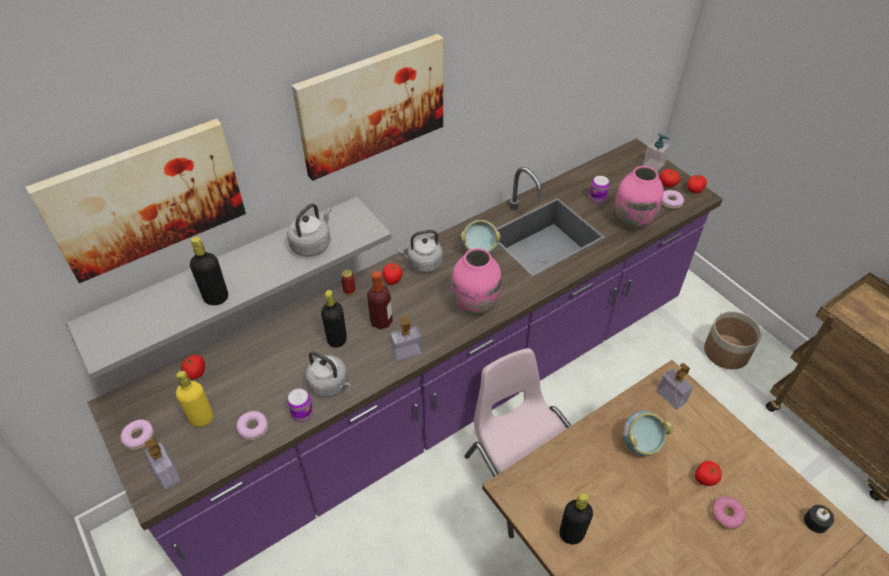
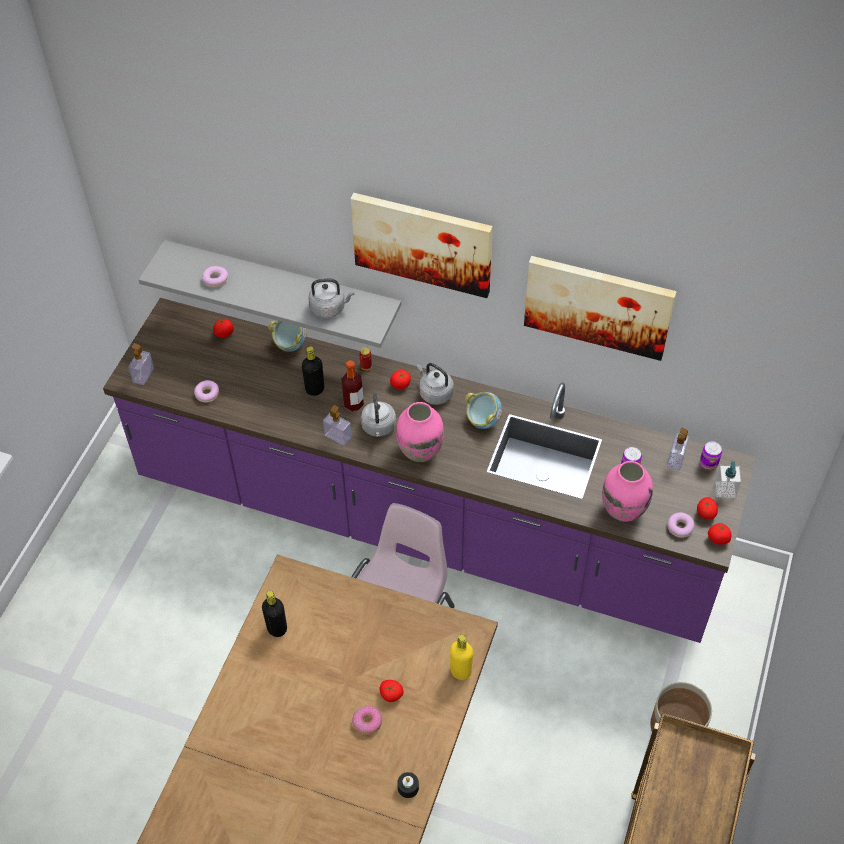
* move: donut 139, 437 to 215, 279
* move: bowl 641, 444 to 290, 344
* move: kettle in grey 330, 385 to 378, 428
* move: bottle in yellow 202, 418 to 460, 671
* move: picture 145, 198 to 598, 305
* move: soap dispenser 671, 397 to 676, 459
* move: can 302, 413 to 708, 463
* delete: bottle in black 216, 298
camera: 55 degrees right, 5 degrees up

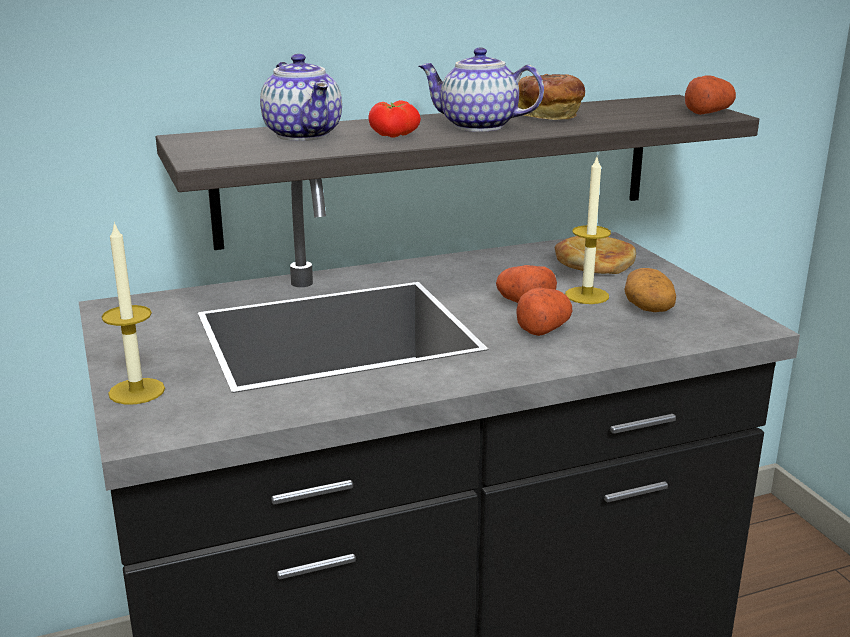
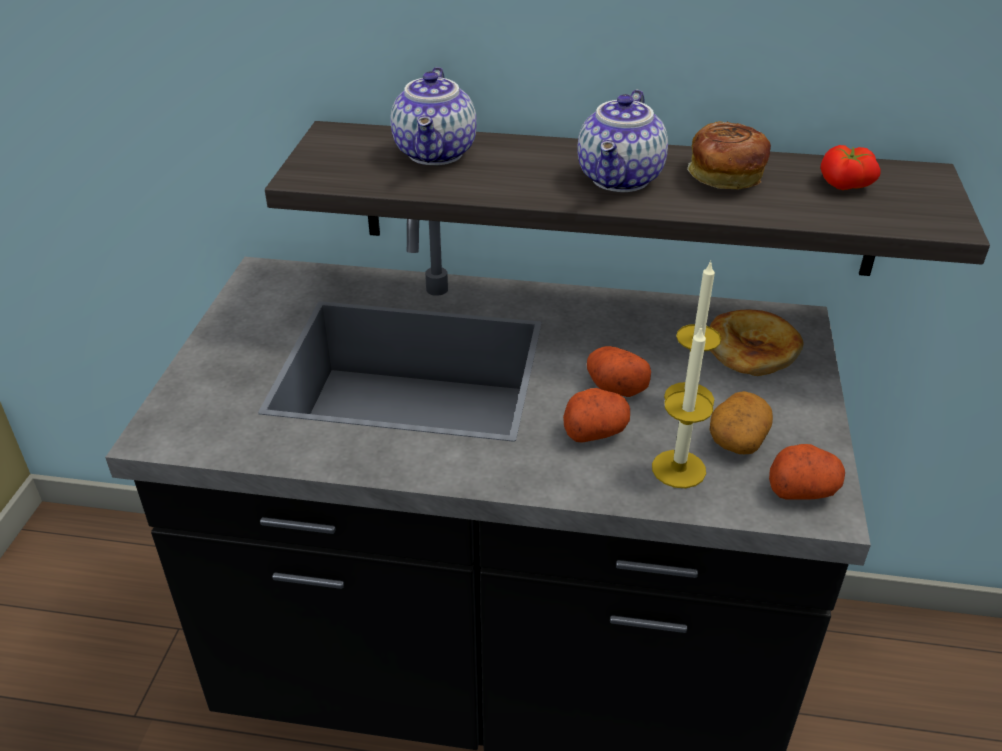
* rotate: teapot 477, 126 = 621, 180 120 degrees counterclockwise
* move: candle 136, 391 to 678, 469
* move: potato 707, 112 to 802, 489
* move: tomato 393, 136 to 844, 185
camera: 30 degrees right, 15 degrees up

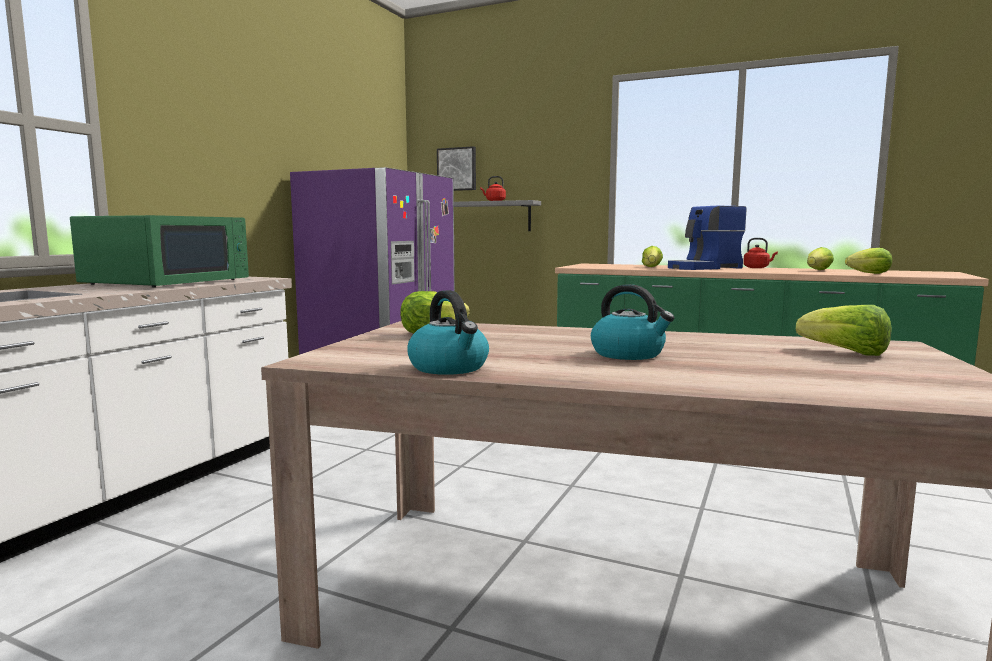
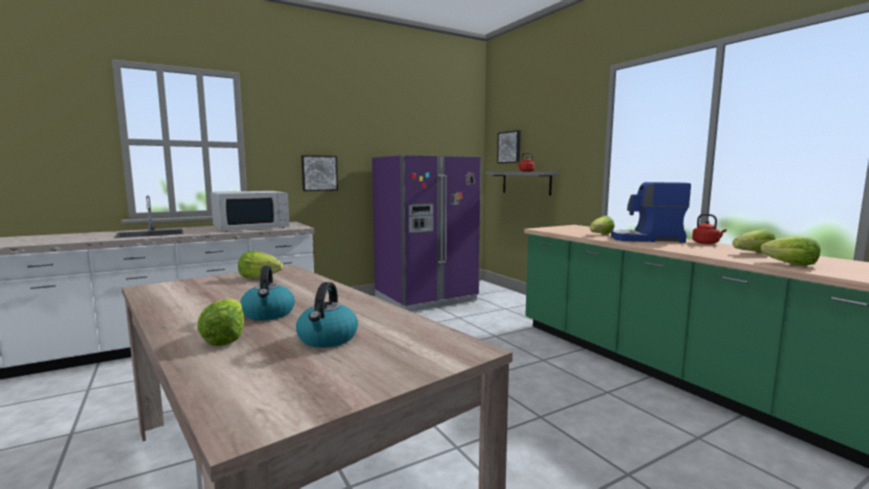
* move: lettuce 845, 353 to 226, 338
* recolor: microwave in green 169, 282 to microwave in white 251, 227
* move: kettle 449, 368 to 327, 339
* insert: picture 319, 173
camera: 35 degrees right, 0 degrees up

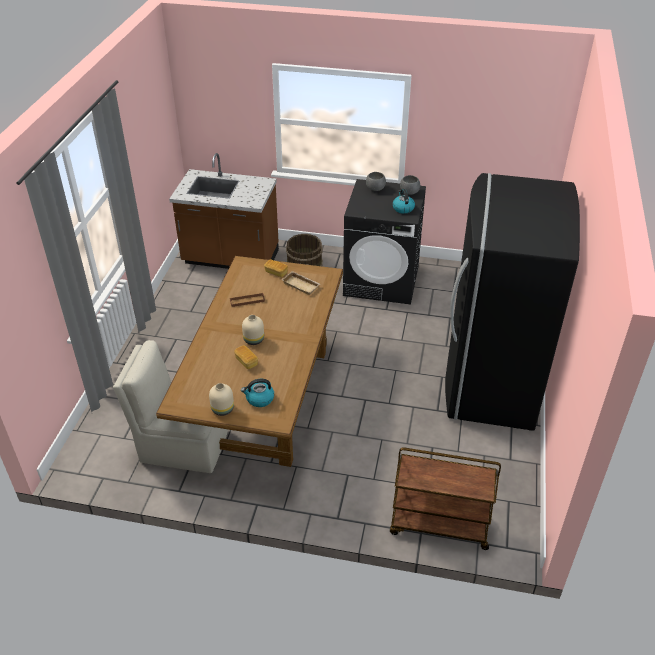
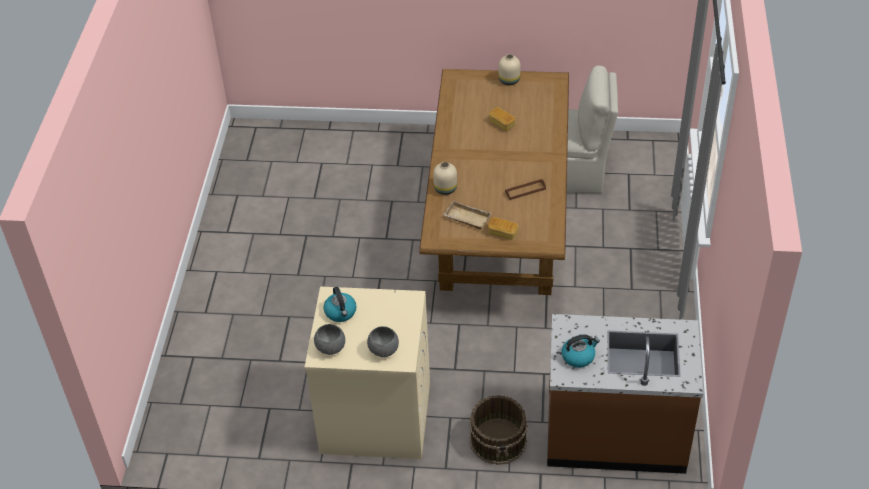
* recolor: washing machine in black 382, 280 to washing machine in beige 375, 417
* move: vase in beige 254, 340 to 445, 189
* move: kettle 259, 399 to 578, 356
* delete: cart in brown 439, 526
* delete: fridge in black 491, 382
camera: 175 degrees right, 5 degrees up

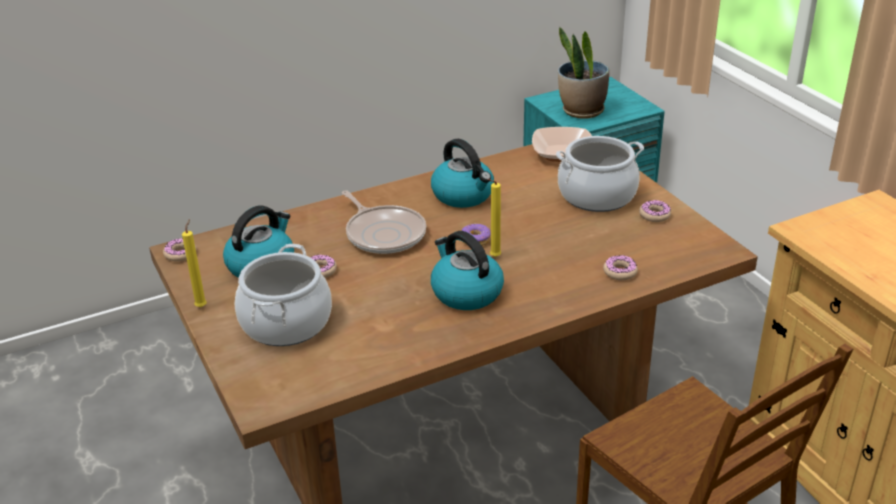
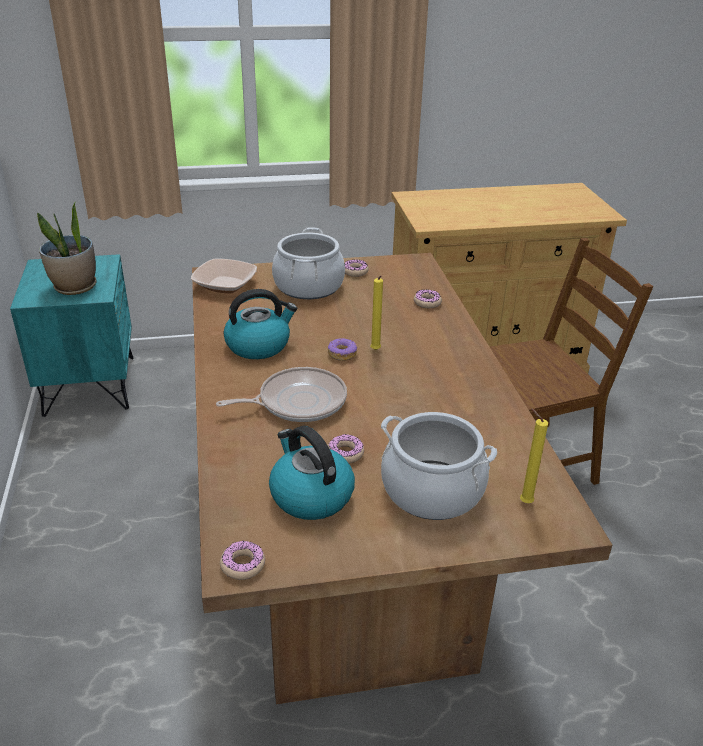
* move: candle in yellow 202, 306 to 524, 502
* delete: kettle 465, 292
camera: 75 degrees left, 0 degrees up

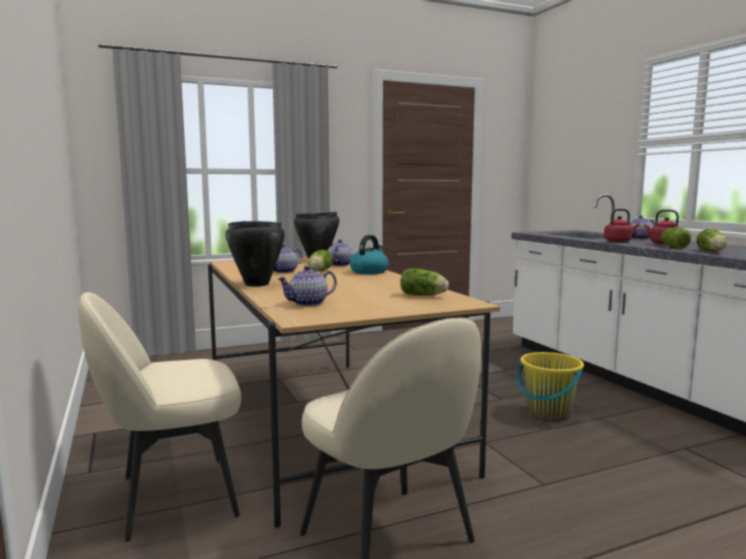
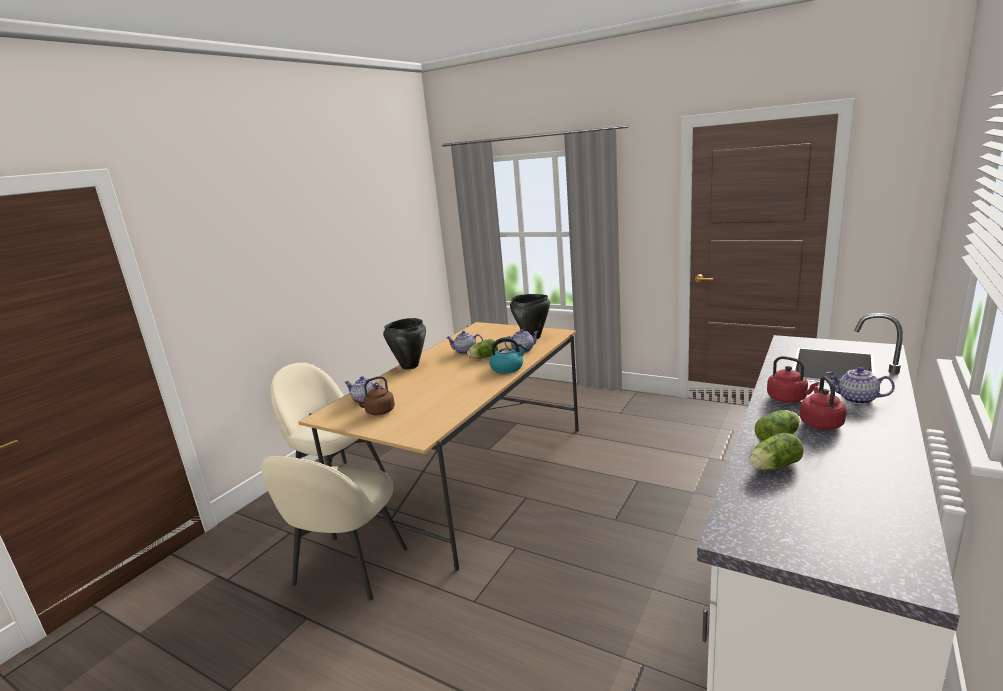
* insert: kettle in brown 378, 412
* delete: lettuce 424, 296
* delete: bucket in yellow 548, 414
camera: 55 degrees right, 10 degrees up

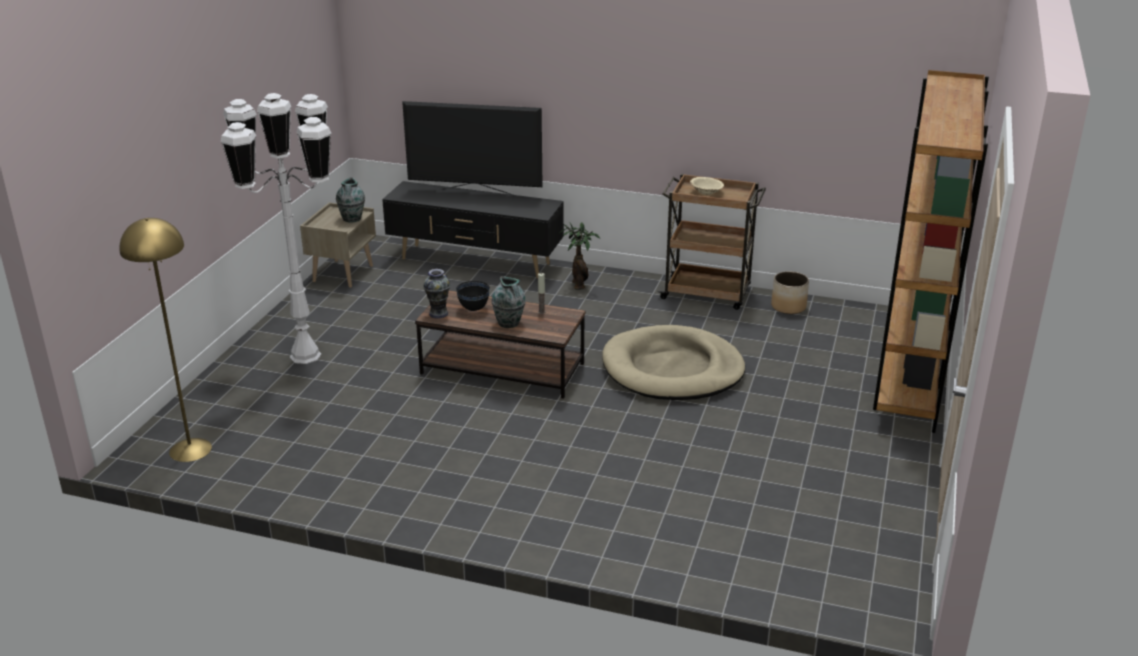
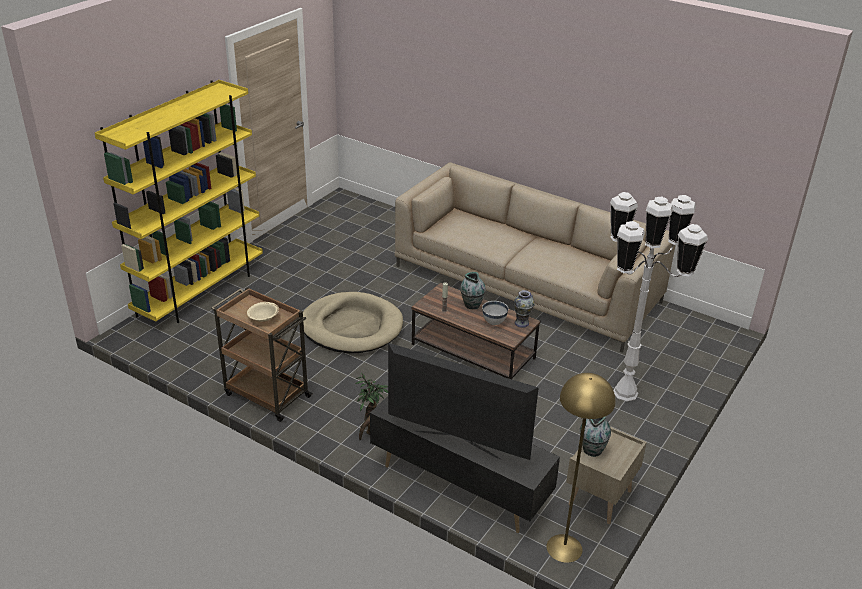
* recolor: bookcase in brown 909, 377 to bookcase in yellow 200, 291
* insert: sofa in beige 526, 284
* recolor: bowl in black 473, 309 to bowl in white 494, 323
* move: floor lamp in yellow 190, 449 to 564, 548
* delete: planter 788, 307
camera: 165 degrees left, 5 degrees up

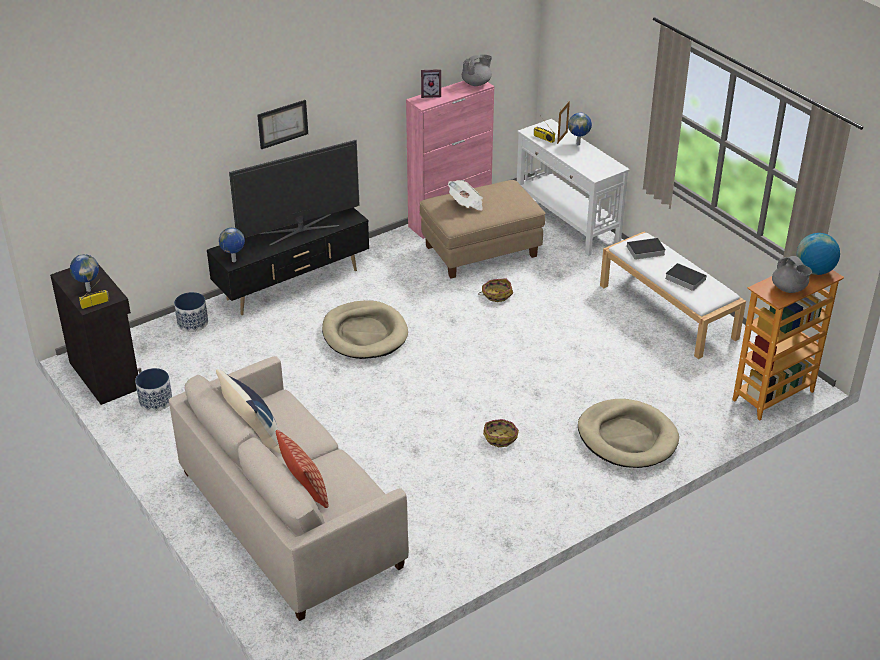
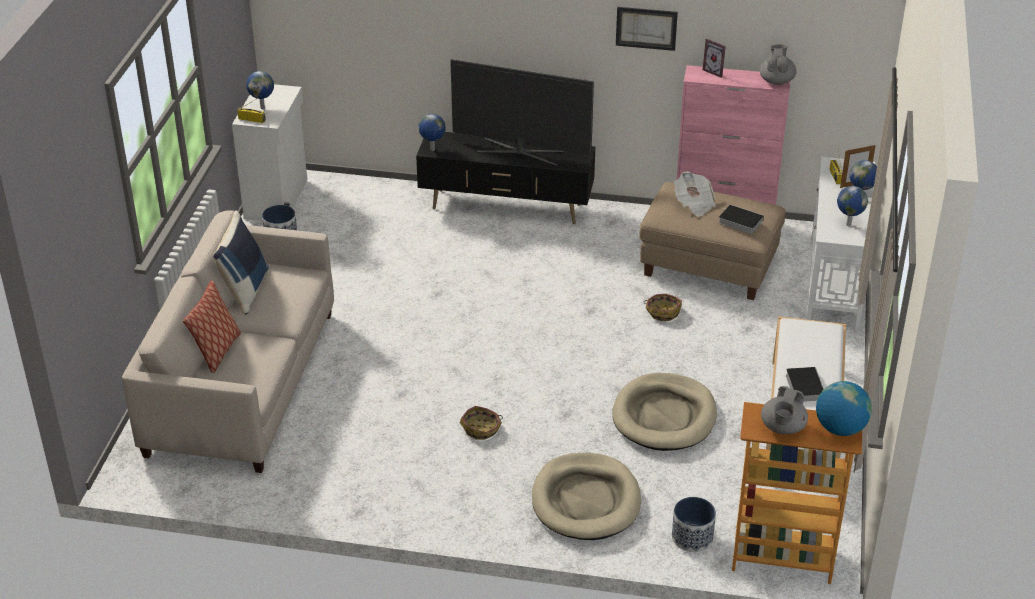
* recolor: cabinet in black 105, 374 to cabinet in white 277, 198
* move: dog bed in beige 364, 333 to 664, 416
* move: picture 282, 124 to 646, 28
* move: planter 193, 323 to 692, 538
* move: book 644, 251 to 739, 221
* rotate: teapot in grey 477, 83 = 776, 80 90 degrees counterclockwise
* insert: globe 848, 224
camera: 45 degrees right, 0 degrees up

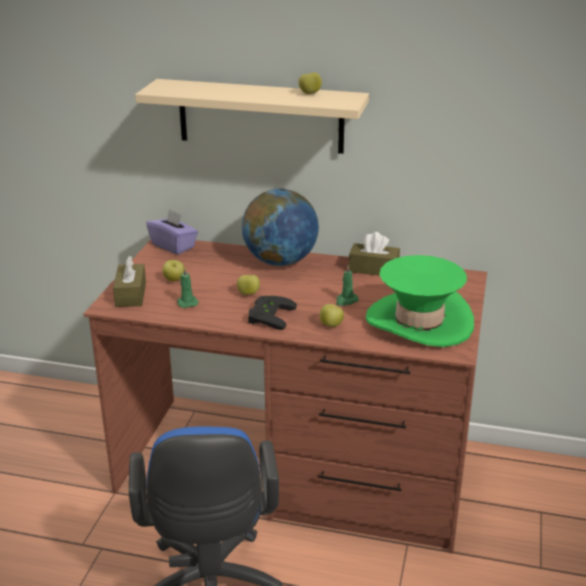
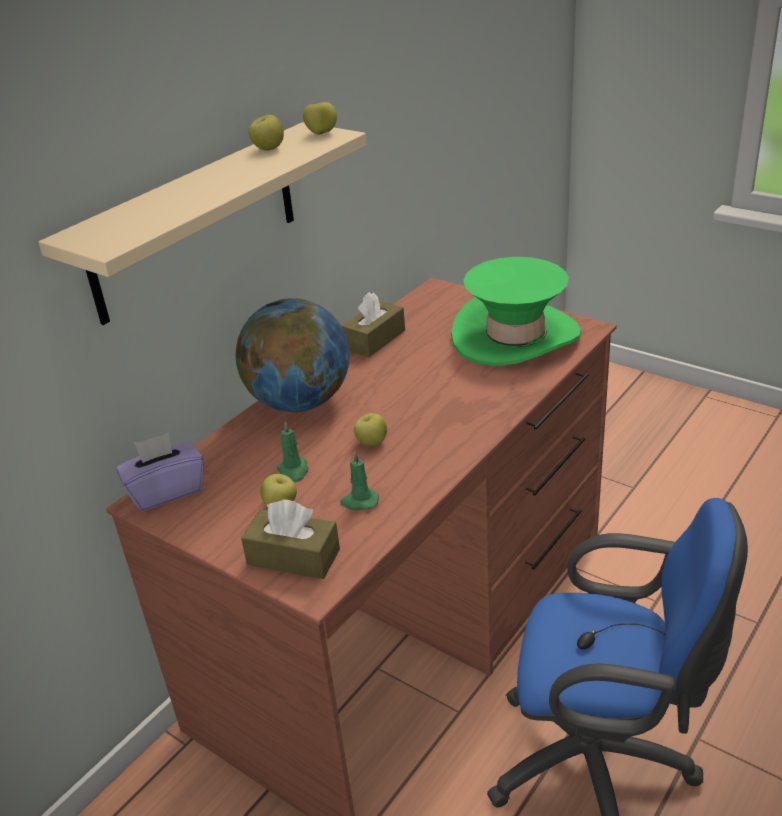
* move: candle in green 346, 301 to 293, 471
* move: apple 331, 325 to 322, 133
* delete: game controller in black 268, 315
camera: 65 degrees left, 5 degrees up

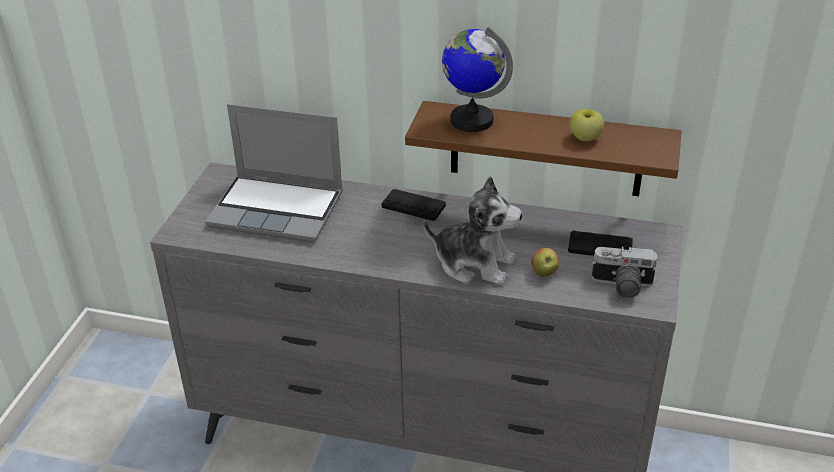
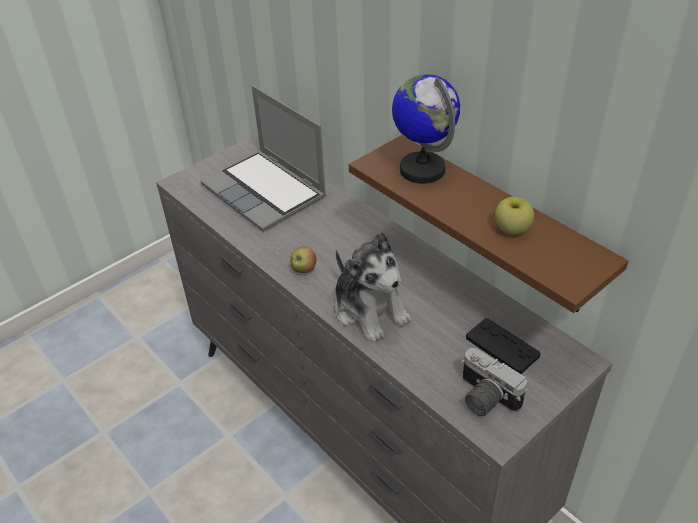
* move: apple 544, 273 to 303, 270
* delete: game controller in black 413, 206
camera: 35 degrees right, 5 degrees up

